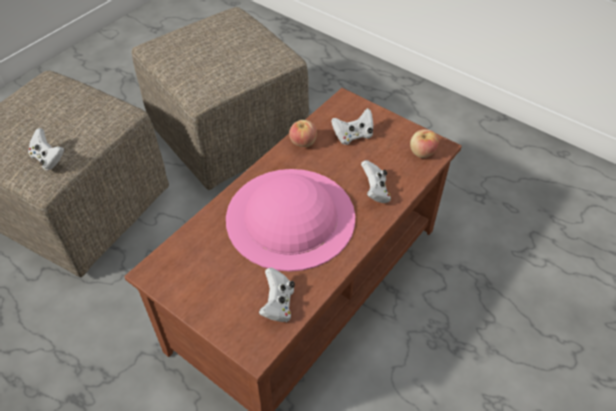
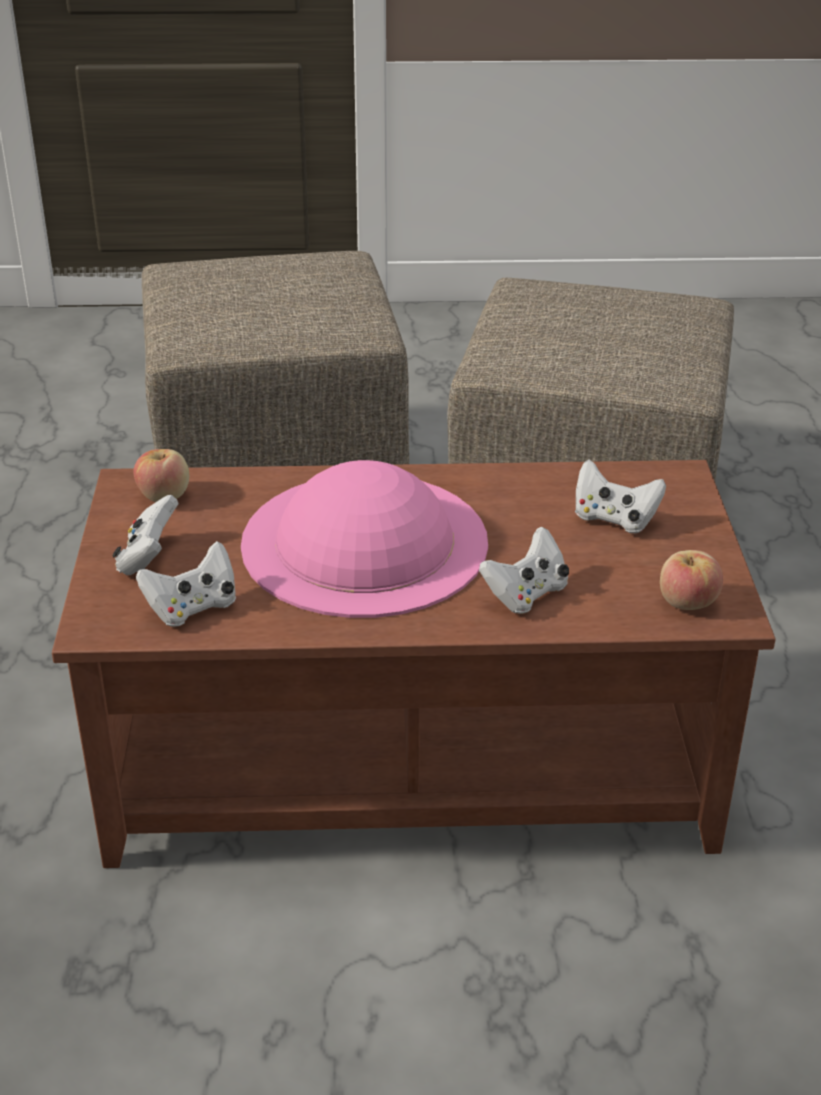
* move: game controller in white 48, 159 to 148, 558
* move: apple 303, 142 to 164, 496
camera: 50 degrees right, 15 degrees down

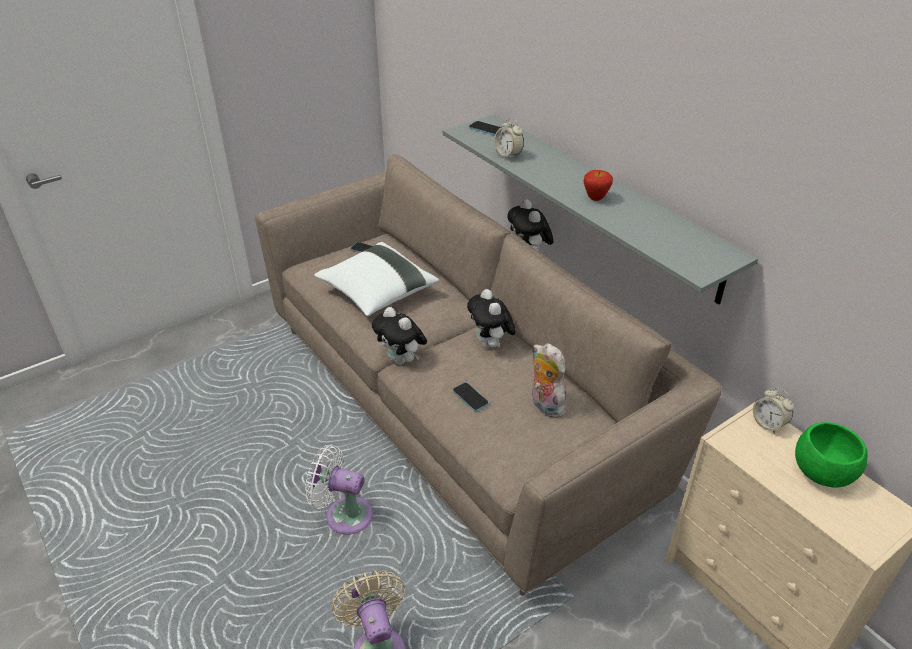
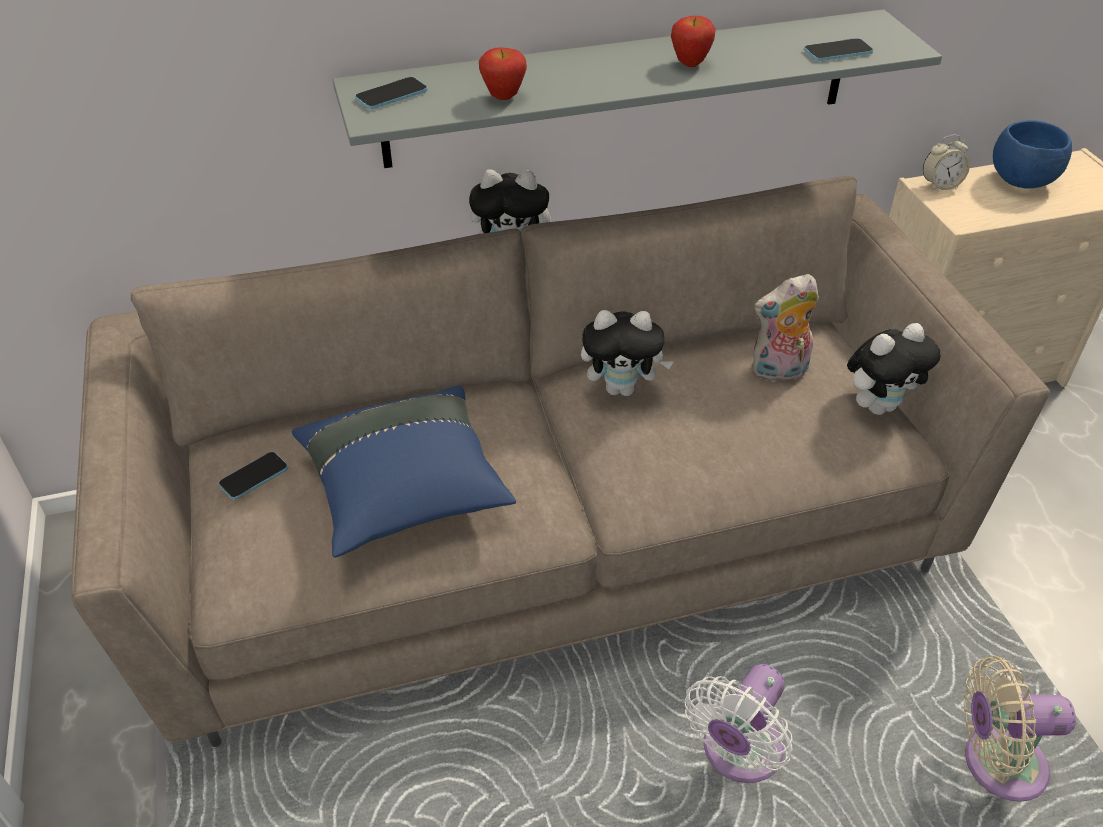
* recolor: pillow in white 377, 292 to pillow in blue 405, 491
* replace: alarm clock 508, 155 to apple 503, 97
* move: phone 470, 397 to 837, 52
* move: plush toy 401, 360 to 879, 405
* recolor: bowl in green 821, 474 to bowl in blue 1021, 181
camera: 70 degrees left, 5 degrees up

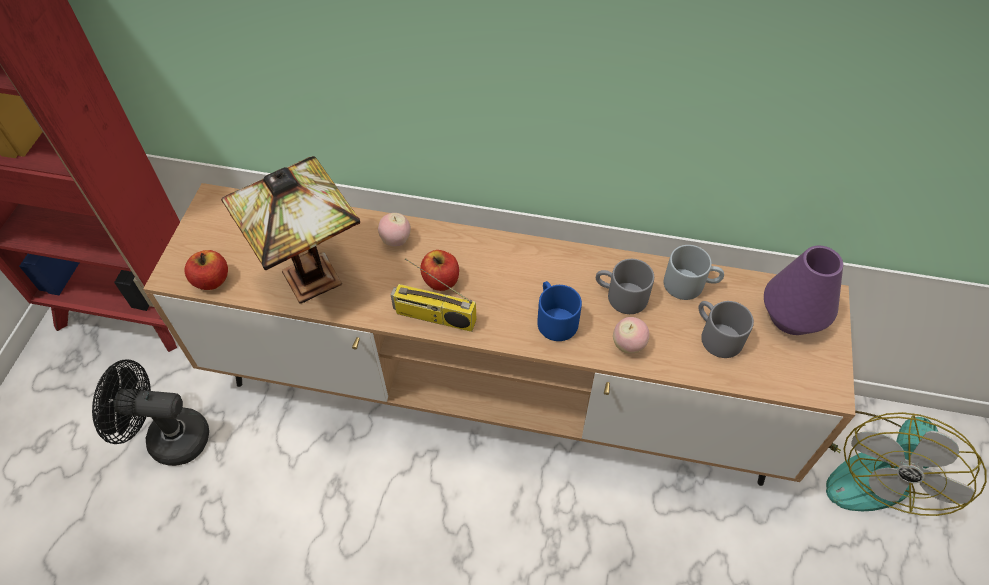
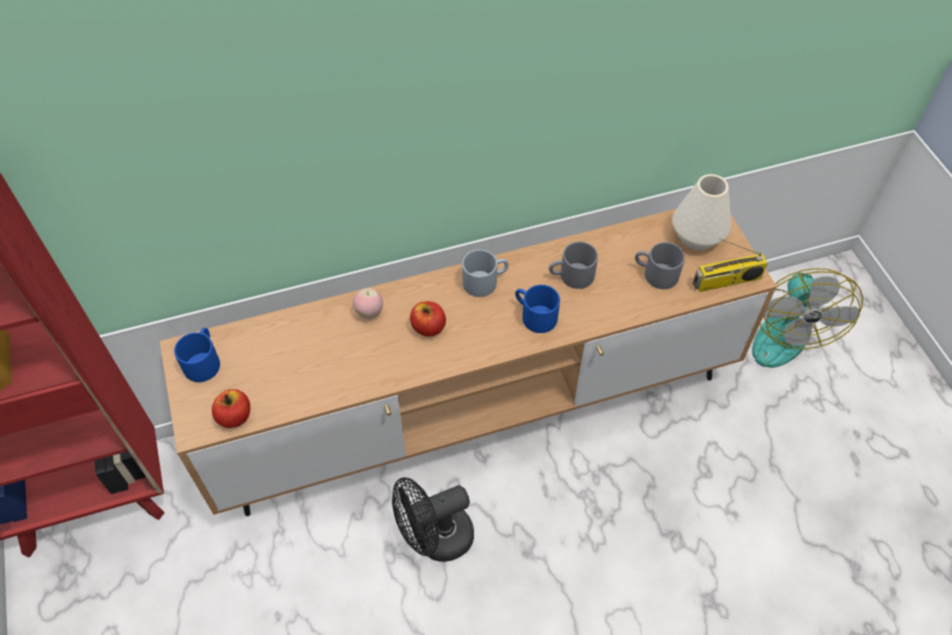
* insert: mug in blue 203, 361
* move: fan in black 168, 438 to 435, 539
* move: mug in grey 690, 284 to 485, 281
* recolor: vase in purple 792, 316 to vase in white 697, 236
* move: radio 434, 317 to 726, 281
* delete: table lamp 316, 279
* delete: apple 628, 345
camera: 30 degrees left, 0 degrees up

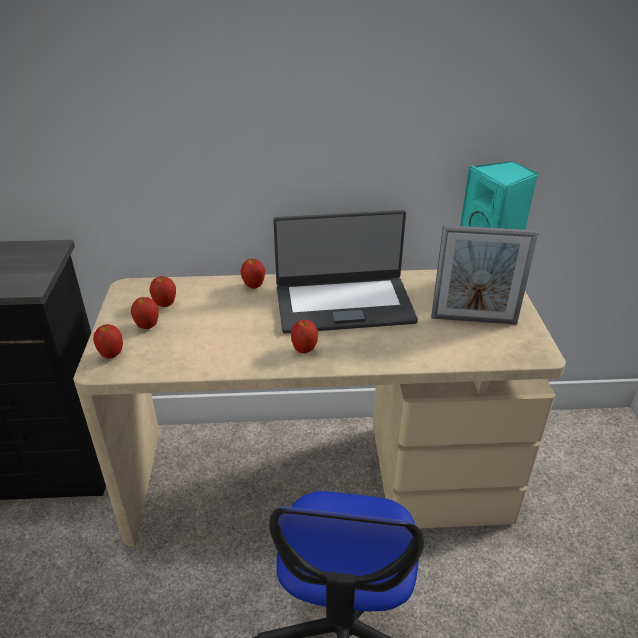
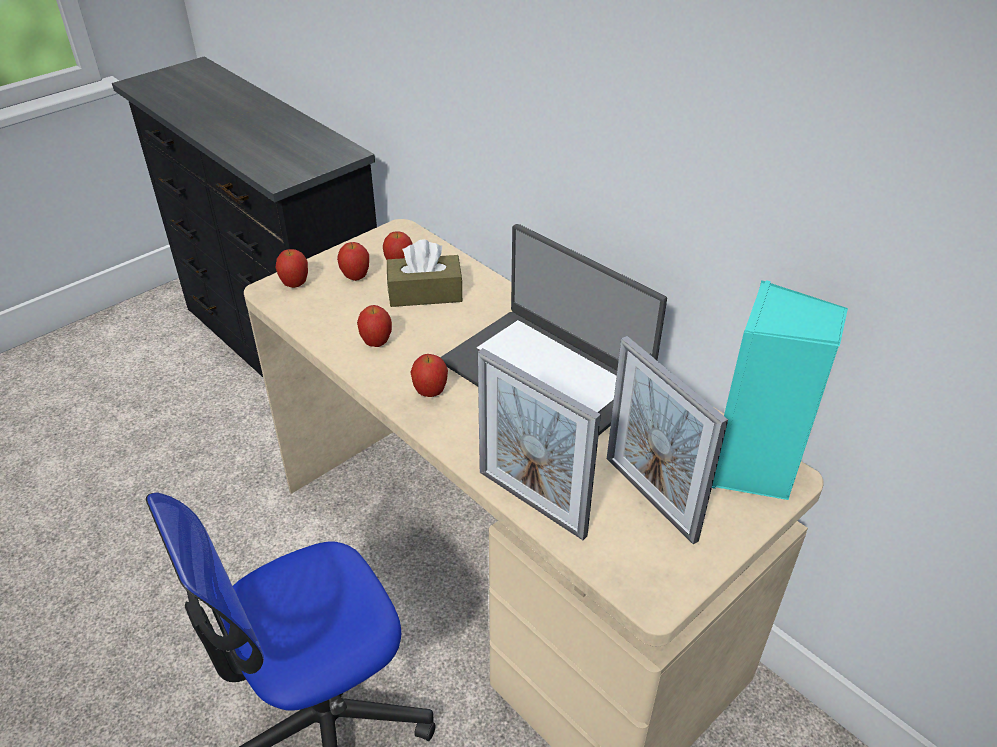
* move: apple 254, 286 to 376, 343
* insert: tissue box in brown 425, 293
* insert: picture frame 531, 503
camera: 50 degrees right, 5 degrees up

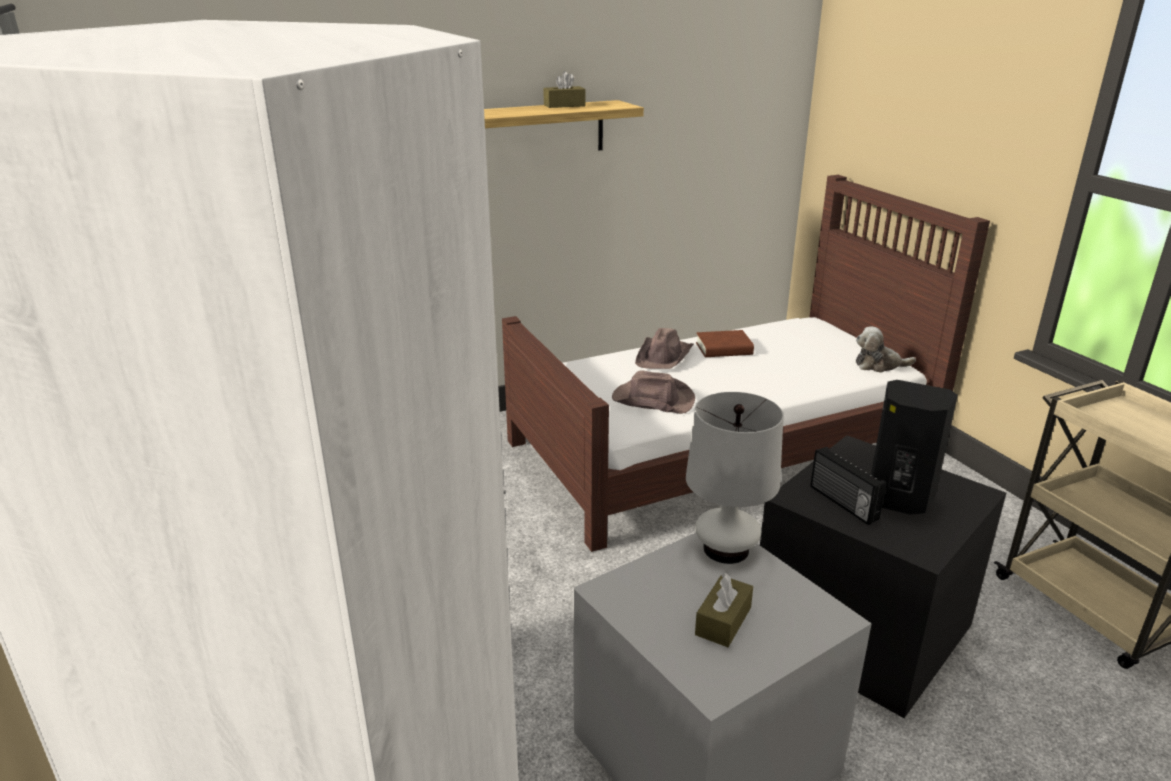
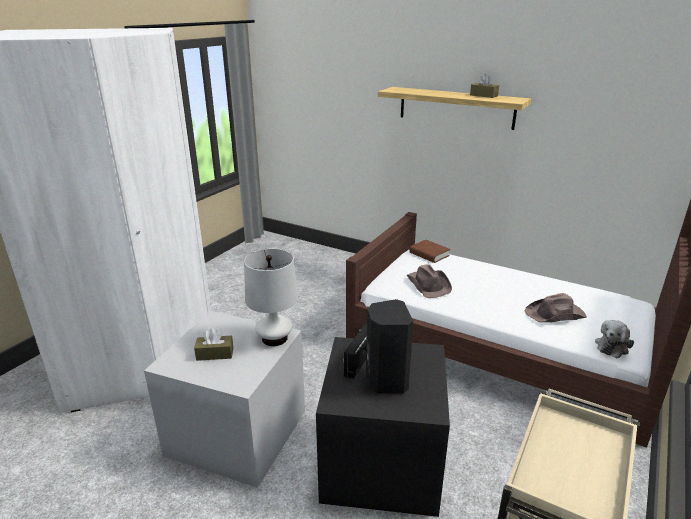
* move: book in brown 724, 349 to 429, 254
* move: hat in brown 664, 356 to 555, 314
* rotate: plush toy 879, 365 = 612, 346 105 degrees counterclockwise
camera: 55 degrees right, 0 degrees up

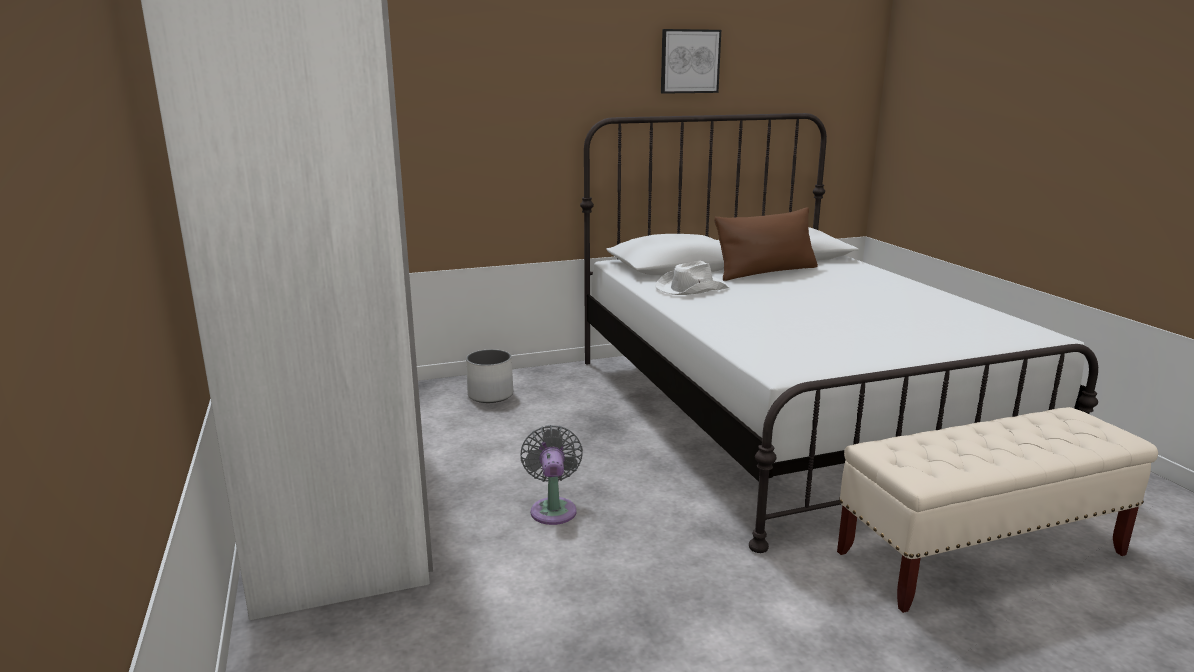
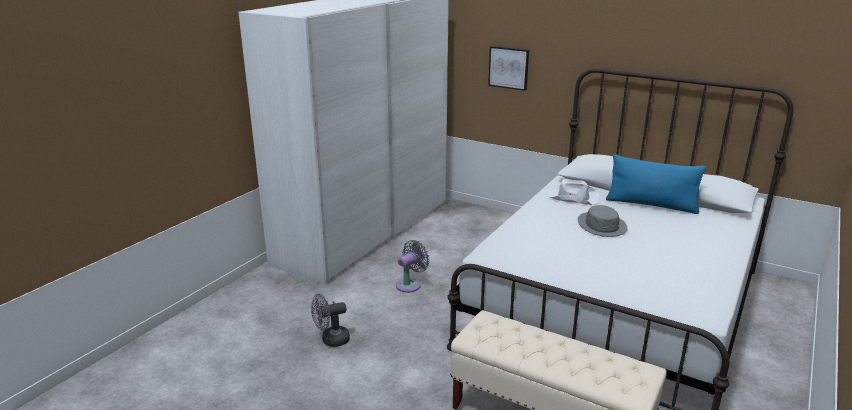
* insert: fan in grey 331, 340
* move: picture 689, 61 to 509, 67
* insert: hat in grey 602, 225
* recolor: pillow in brown 766, 272 to pillow in blue 651, 204
* delete: planter in white 491, 395
camera: 50 degrees right, 5 degrees up

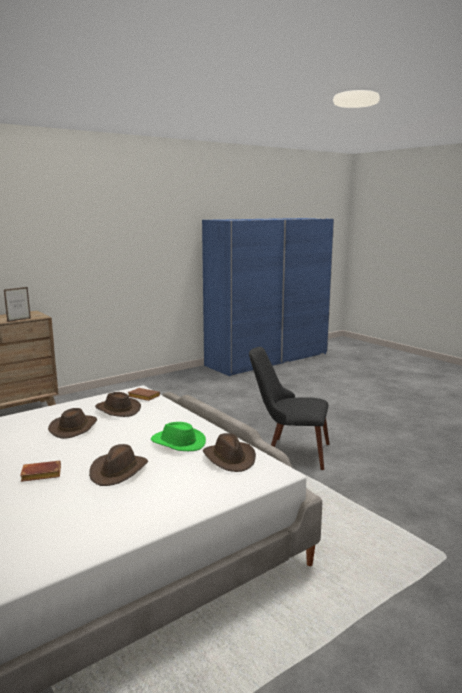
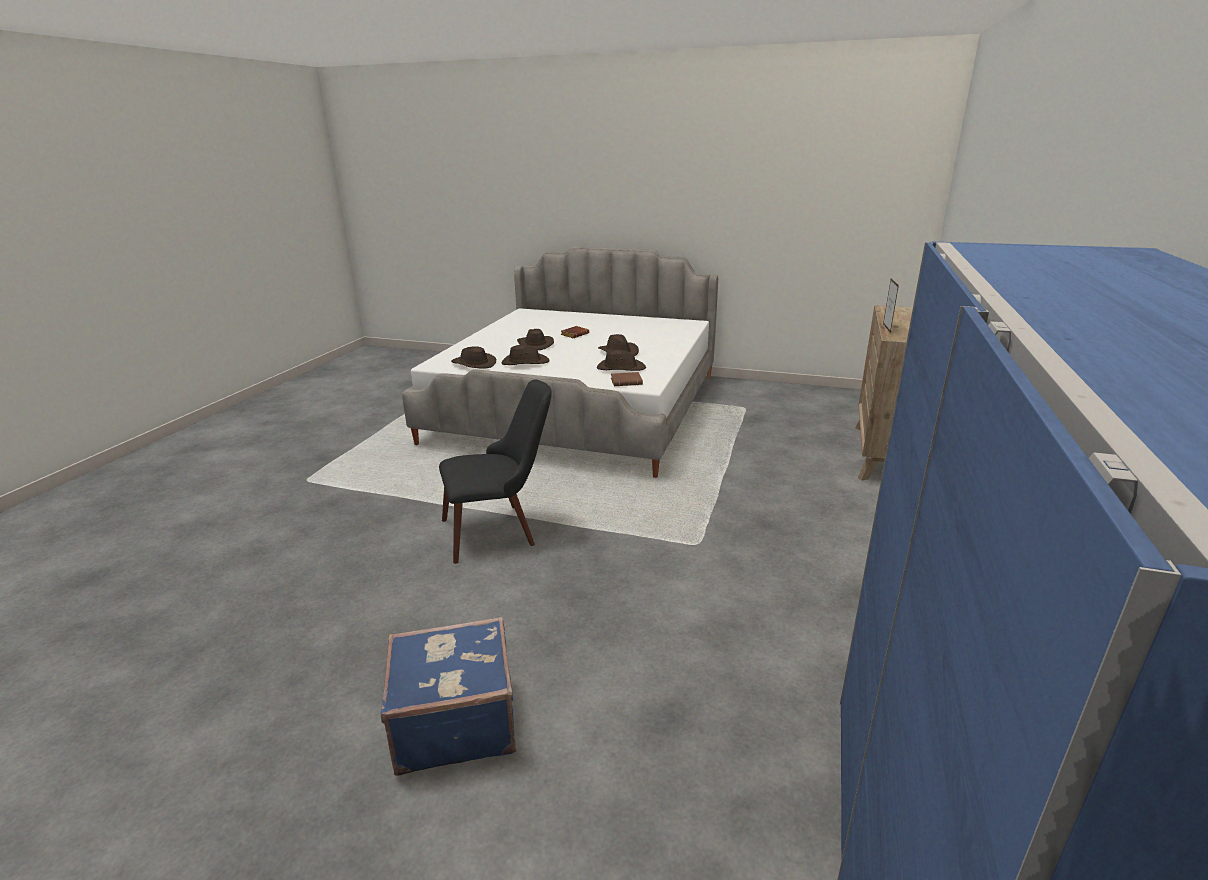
* insert: suitcase in blue 454, 721
* recolor: hat in green 177, 443 to hat in brown 525, 362
camera: 145 degrees right, 10 degrees up

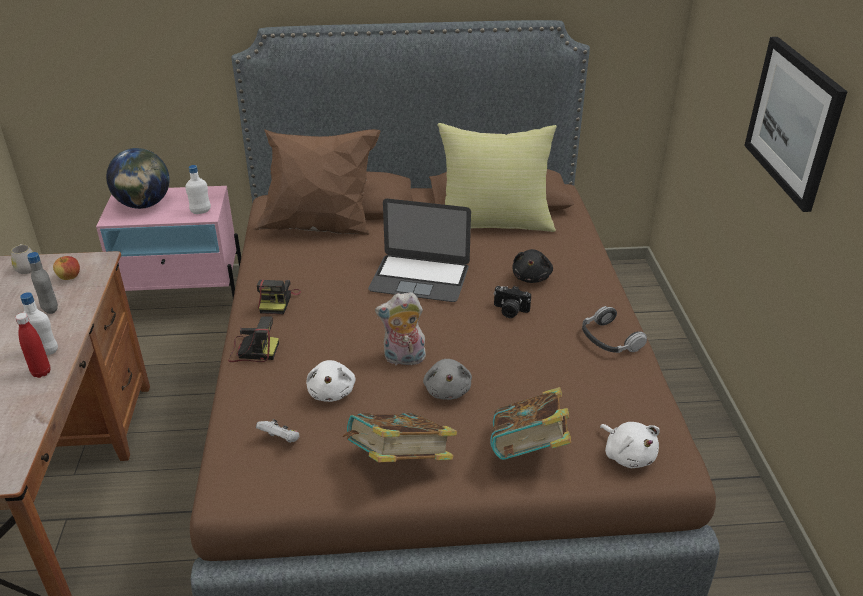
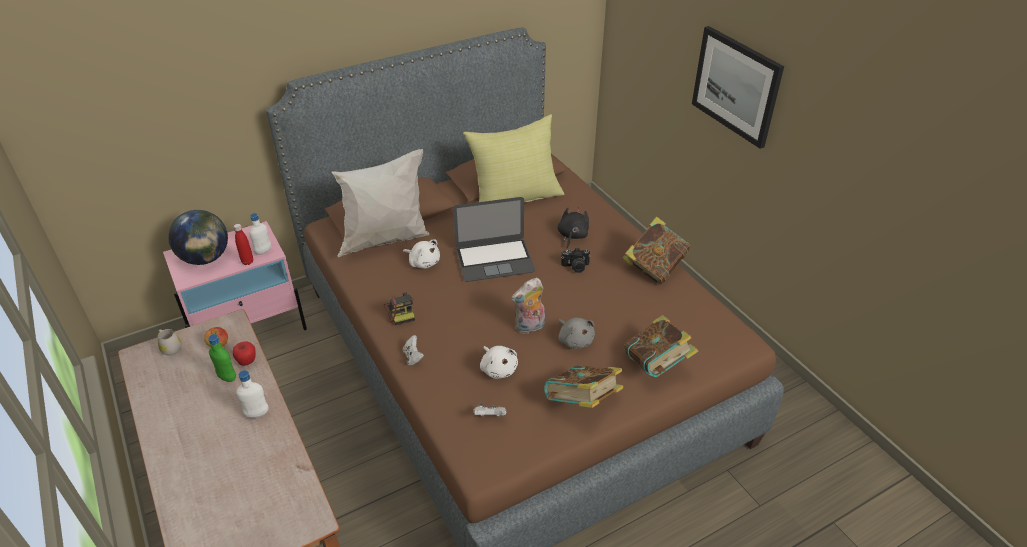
* recolor: bottle in grey 50, 309 to bottle in green 227, 377
* move: bottle in red 41, 372 to 247, 262
* insert: apple 247, 362
* recolor: pillow in brown 320, 228 to pillow in white 386, 240
* move: plush toy in white 628, 455 to 423, 262
* replace: photo camera 252, 350 to game controller in white 413, 357
* rotate: plush toy in black 531, 277 = 572, 236 150 degrees counterclockwise
* replace: headphones 609, 339 to book 654, 268
camera: 25 degrees left, 5 degrees up

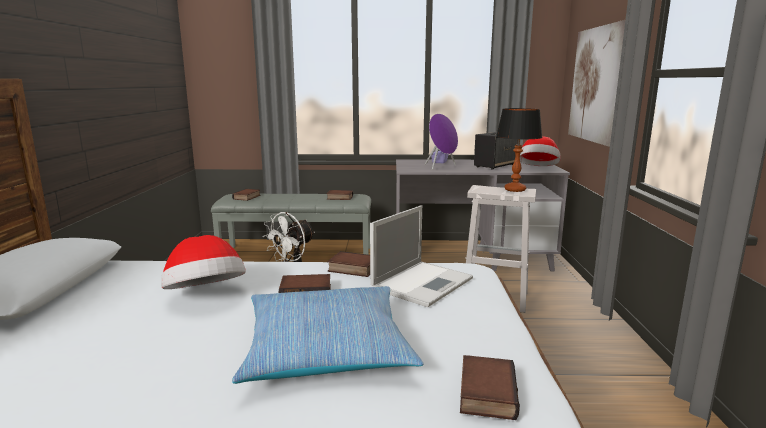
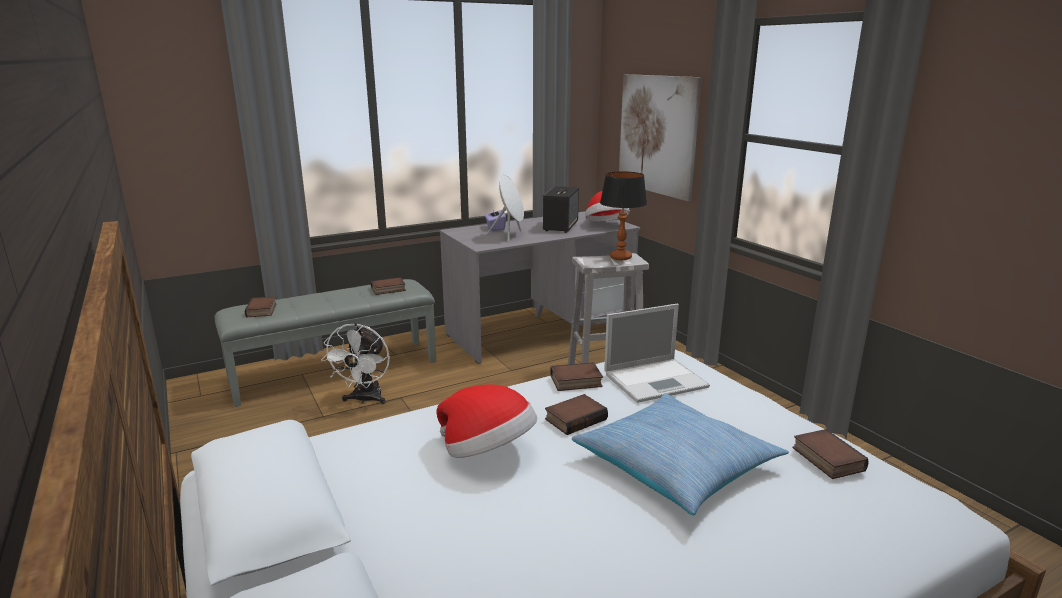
* recolor: speaker in purple 441, 167 to speaker in white 510, 236
* rotate: laptop 423, 283 = 657, 380 60 degrees clockwise
camera: 30 degrees left, 5 degrees up

